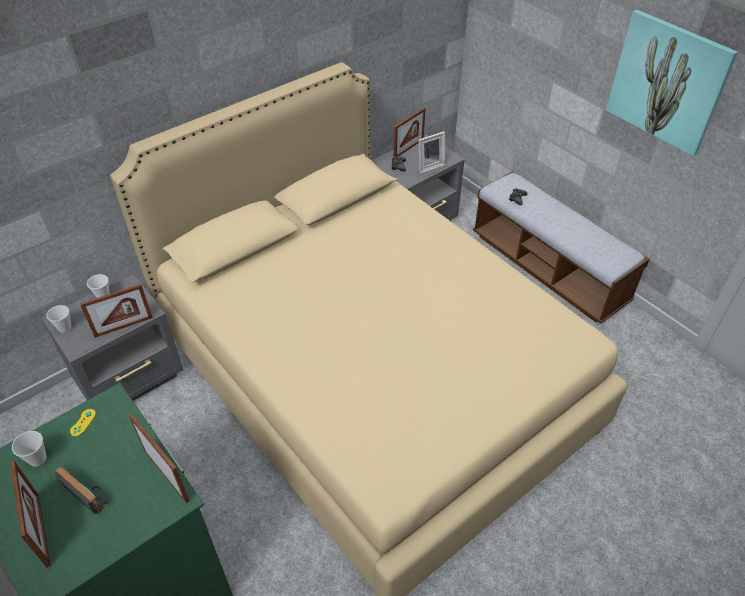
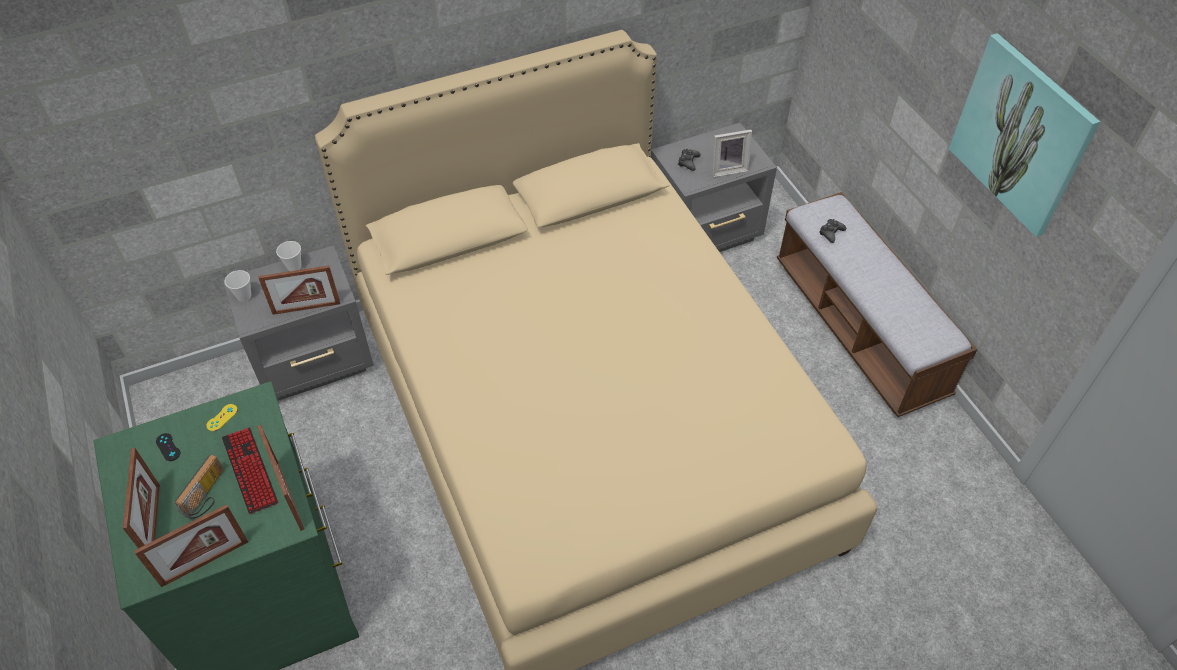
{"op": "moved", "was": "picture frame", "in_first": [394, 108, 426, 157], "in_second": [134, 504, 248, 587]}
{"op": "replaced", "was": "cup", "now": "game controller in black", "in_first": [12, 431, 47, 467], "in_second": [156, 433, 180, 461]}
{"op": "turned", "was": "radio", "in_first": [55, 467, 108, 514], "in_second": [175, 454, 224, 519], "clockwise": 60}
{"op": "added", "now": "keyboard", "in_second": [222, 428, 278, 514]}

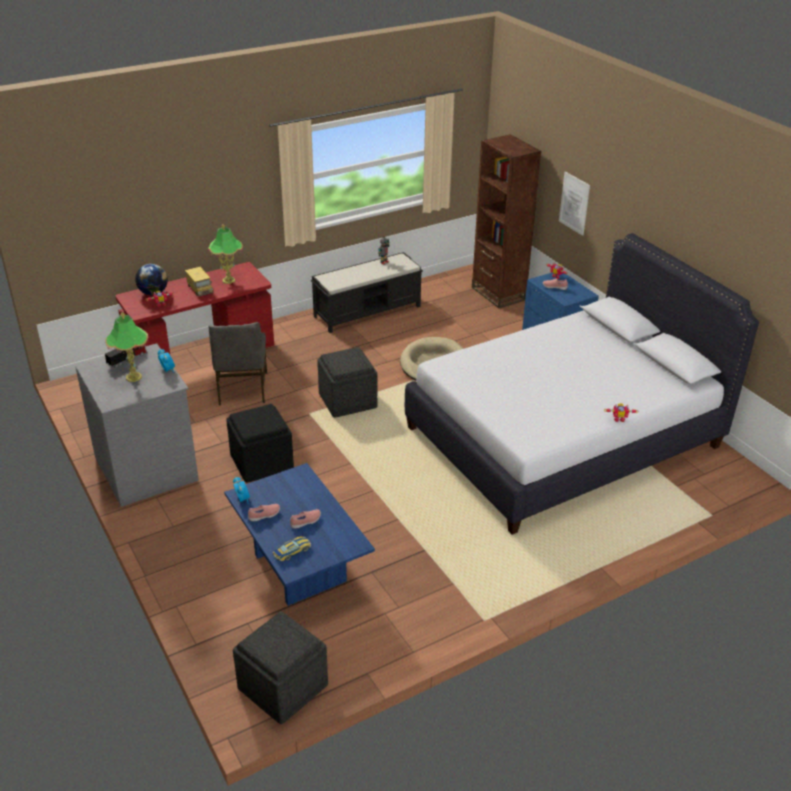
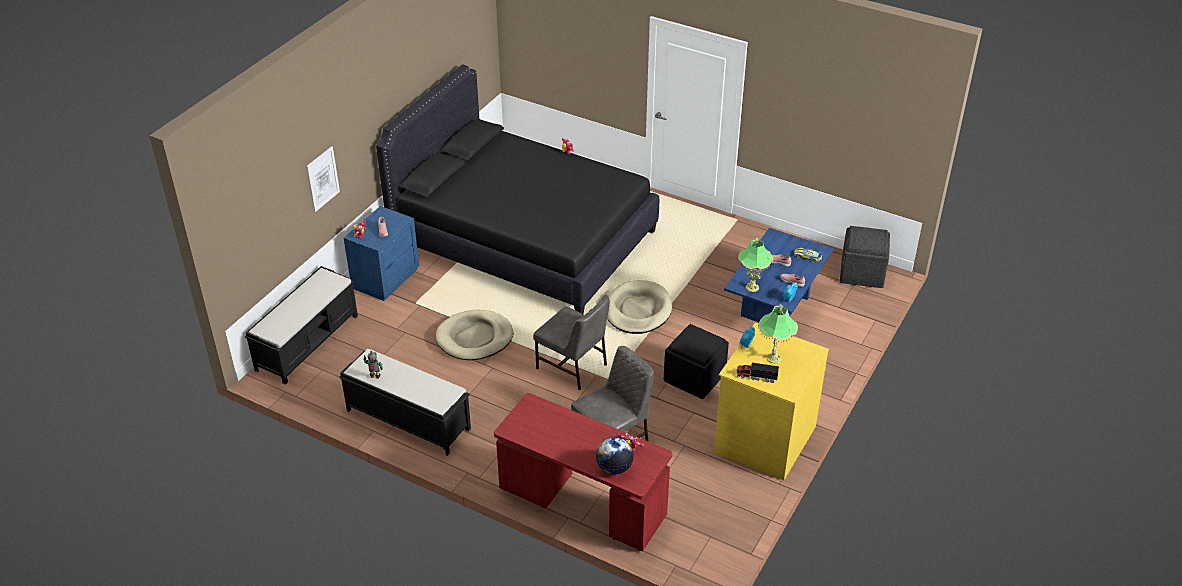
{"op": "replaced", "was": "bookcase in brown", "now": "bench in black", "in_first": [472, 134, 541, 308], "in_second": [245, 266, 358, 385]}
{"op": "recoloured", "was": "bed in white", "now": "bed in black", "in_first": [405, 233, 759, 535], "in_second": [376, 64, 659, 314]}
{"op": "replaced", "was": "ottoman in grey", "now": "chair in grey", "in_first": [317, 347, 378, 417], "in_second": [533, 295, 610, 390]}
{"op": "added", "now": "dog bed in beige", "in_second": [607, 280, 672, 334]}
{"op": "recoloured", "was": "dresser in grey", "now": "dresser in yellow", "in_first": [75, 343, 199, 507], "in_second": [714, 323, 829, 480]}
{"op": "moved", "was": "table lamp", "in_first": [208, 224, 243, 284], "in_second": [738, 238, 773, 292]}
{"op": "removed", "was": "toy truck", "in_first": [185, 267, 214, 297]}

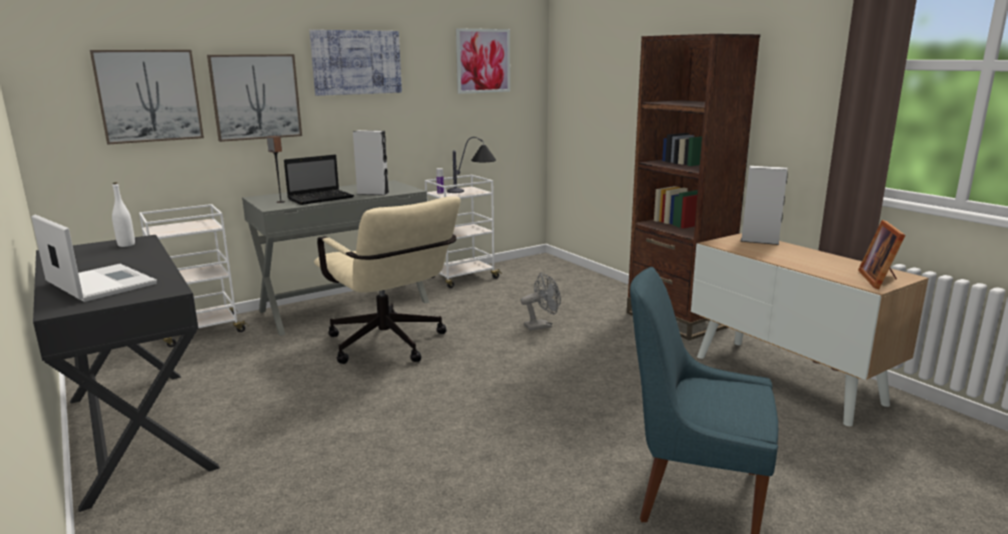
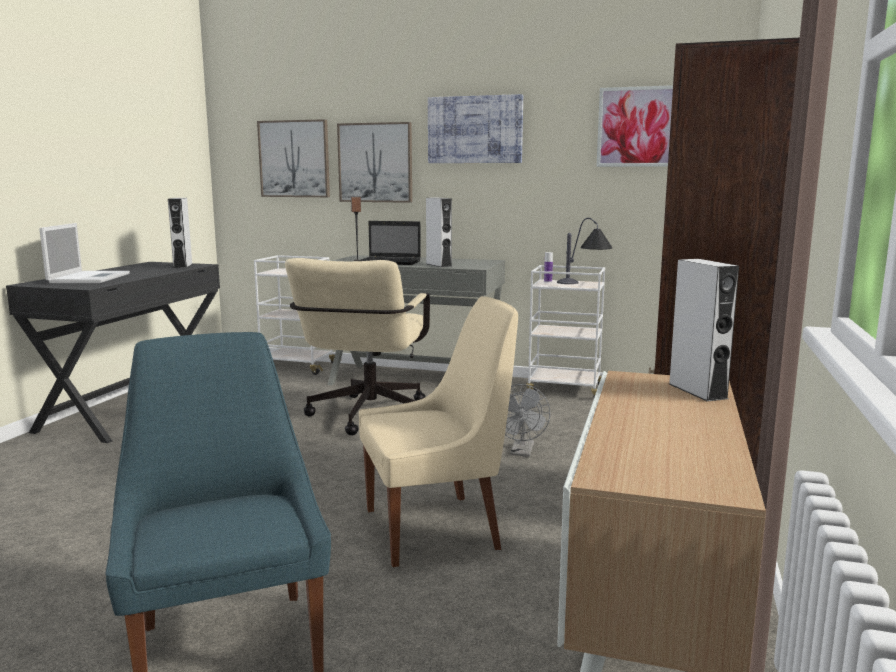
{"op": "replaced", "was": "bottle in white", "now": "speaker in grey", "in_first": [112, 182, 135, 247], "in_second": [168, 198, 192, 268]}
{"op": "added", "now": "chair in beige", "in_second": [359, 296, 518, 567]}
{"op": "turned", "was": "fan in grey", "in_first": [521, 273, 561, 331], "in_second": [505, 384, 551, 457], "clockwise": 75}
{"op": "removed", "was": "picture frame", "in_first": [858, 220, 906, 289]}

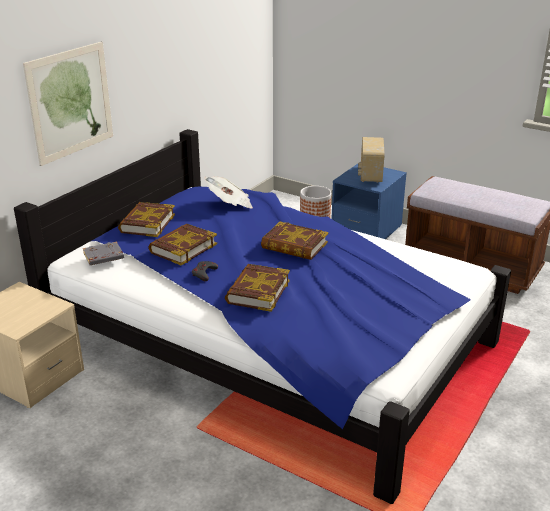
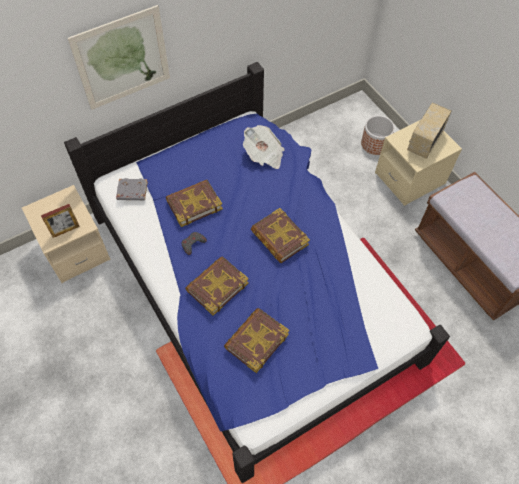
{"op": "added", "now": "picture frame", "in_second": [41, 204, 80, 238]}
{"op": "moved", "was": "book", "in_first": [118, 202, 175, 237], "in_second": [224, 308, 289, 373]}
{"op": "recoloured", "was": "nightstand in blue", "now": "nightstand in beige", "in_first": [331, 164, 407, 239], "in_second": [375, 120, 462, 206]}

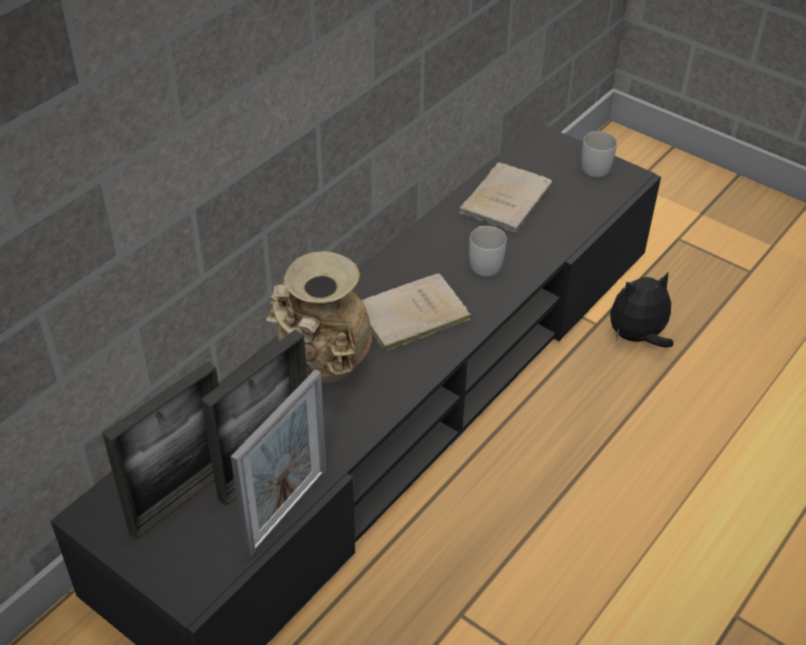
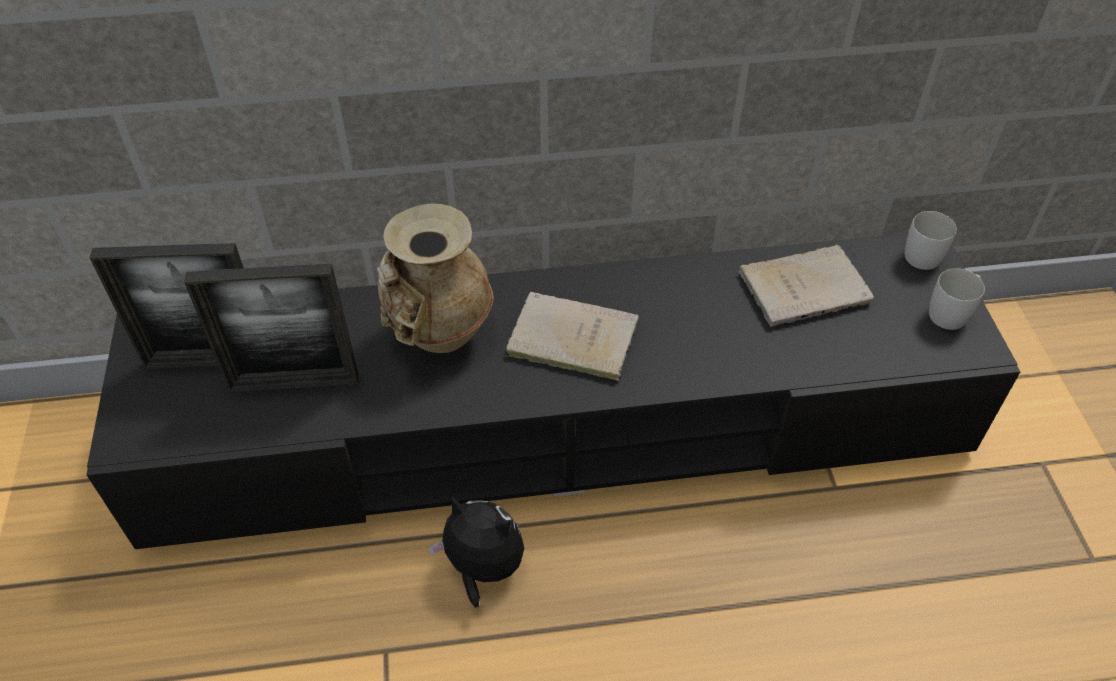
{"op": "moved", "was": "plush toy", "in_first": [610, 271, 673, 348], "in_second": [428, 496, 524, 608]}
{"op": "moved", "was": "mug in white", "in_first": [469, 226, 507, 276], "in_second": [905, 211, 957, 270]}
{"op": "removed", "was": "picture frame", "in_first": [231, 369, 326, 558]}

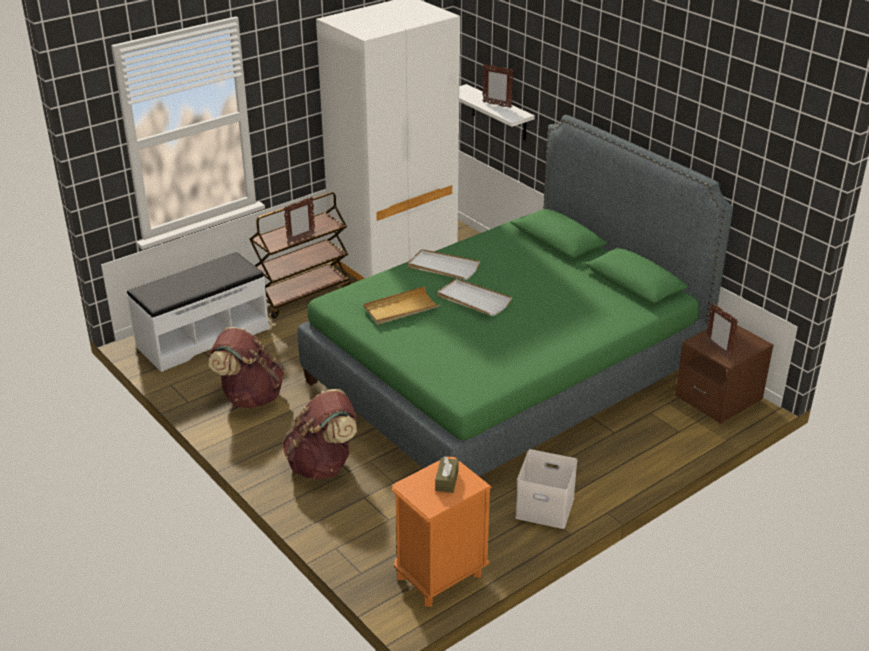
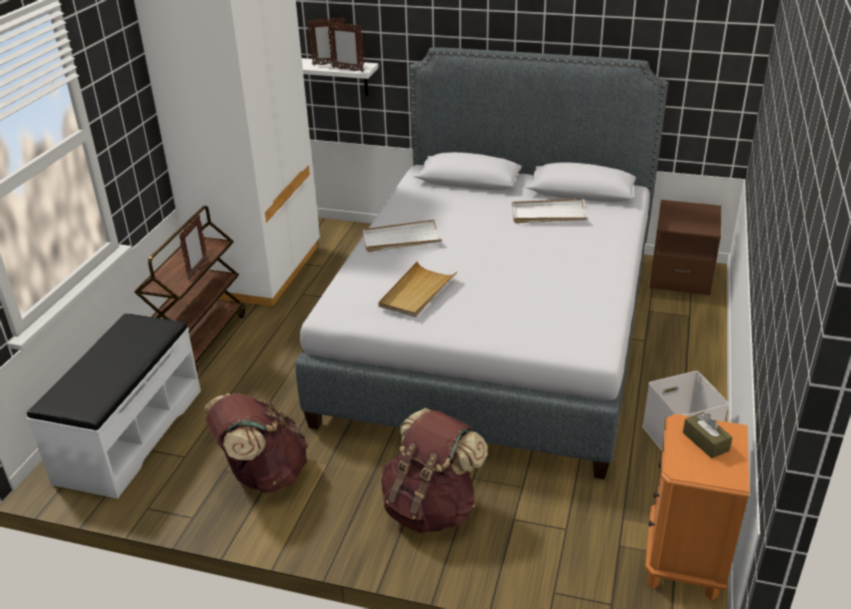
{"op": "recoloured", "was": "bed in green", "now": "bed in grey", "in_first": [298, 115, 733, 477], "in_second": [295, 47, 668, 480]}
{"op": "moved", "was": "picture frame", "in_first": [705, 303, 738, 360], "in_second": [327, 22, 364, 72]}
{"op": "moved", "was": "tray in white", "in_first": [437, 278, 512, 316], "in_second": [512, 199, 588, 223]}

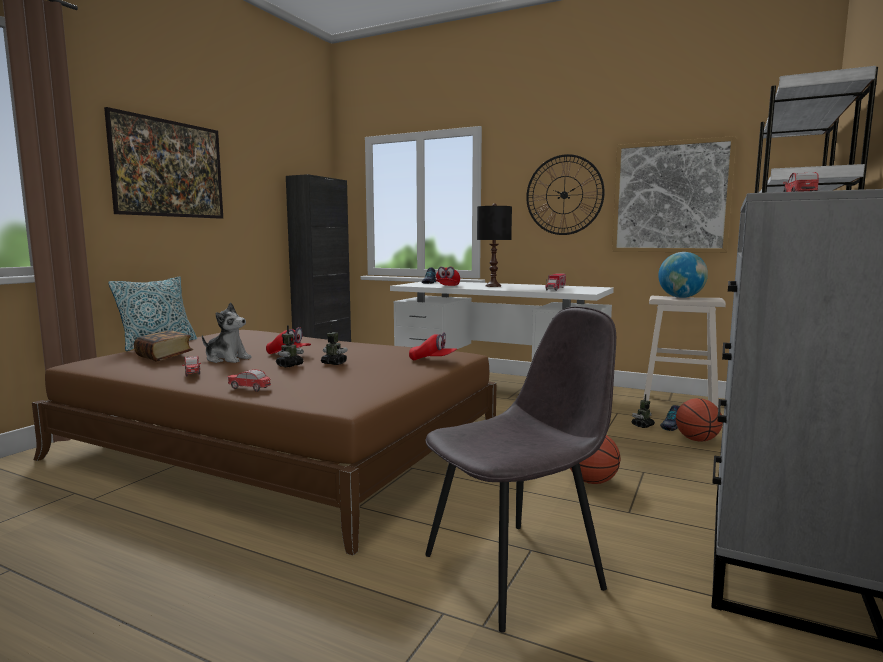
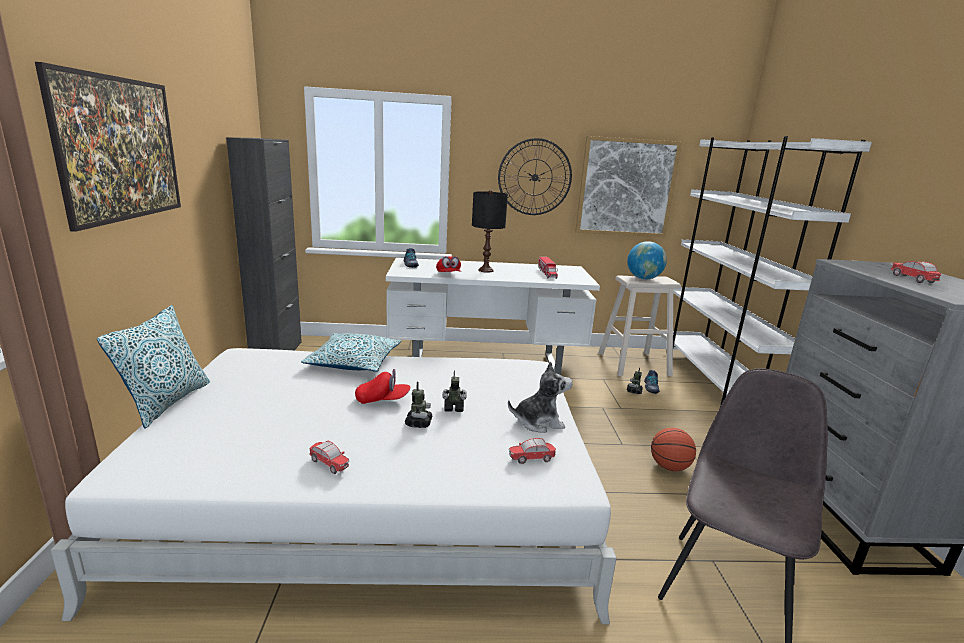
{"op": "recoloured", "was": "bed in brown", "now": "bed in white", "in_first": [32, 330, 496, 555], "in_second": [50, 348, 617, 624]}
{"op": "added", "now": "pillow", "in_second": [301, 333, 401, 372]}
{"op": "moved", "was": "plush toy", "in_first": [202, 302, 252, 363], "in_second": [508, 361, 573, 433]}
{"op": "moved", "was": "toy car", "in_first": [227, 369, 271, 392], "in_second": [509, 438, 556, 464]}
{"op": "removed", "was": "book", "in_first": [134, 330, 193, 362]}
{"op": "removed", "was": "cap in red", "in_first": [409, 332, 457, 361]}
{"op": "removed", "was": "basketball", "in_first": [676, 398, 723, 442]}

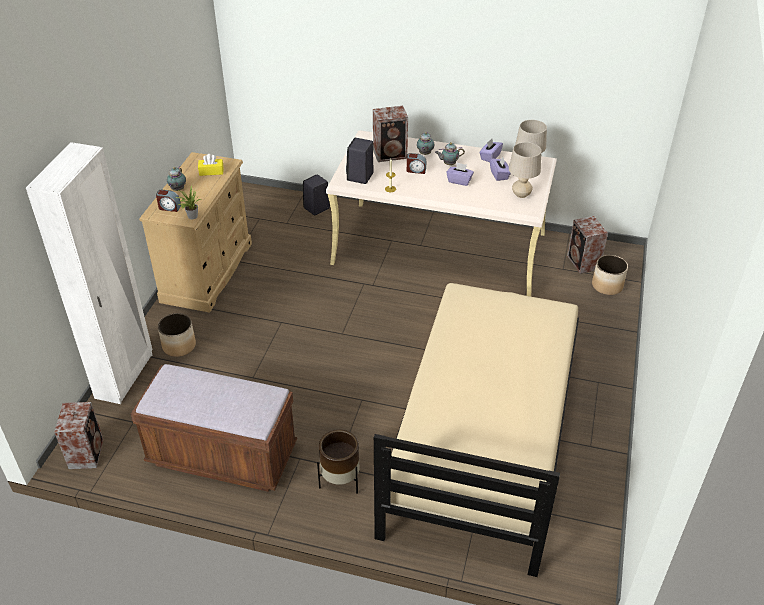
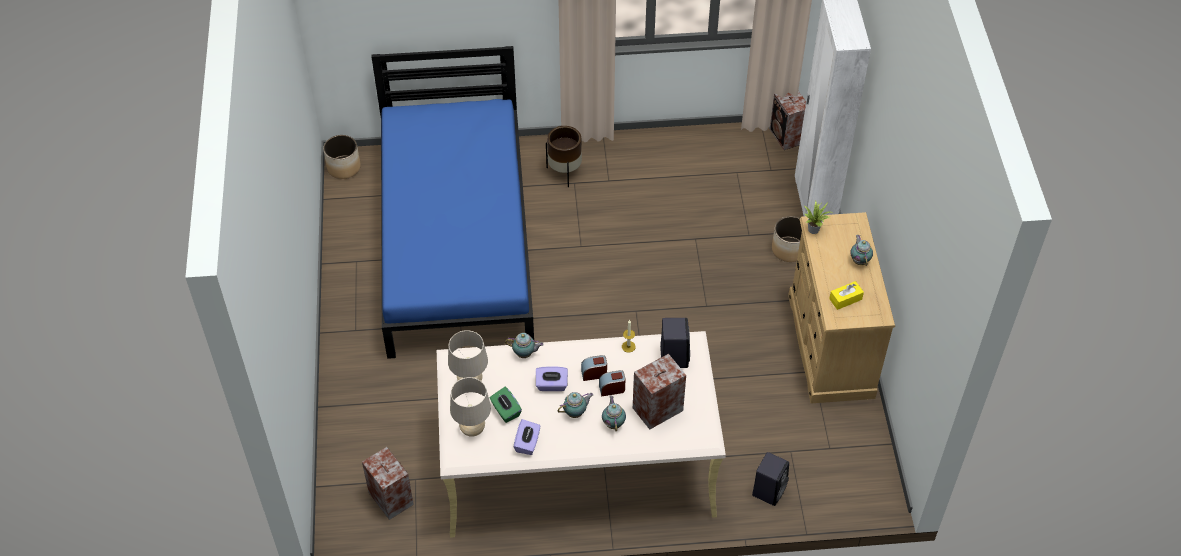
{"op": "moved", "was": "planter", "in_first": [592, 255, 628, 295], "in_second": [323, 135, 361, 179]}
{"op": "recoloured", "was": "bed in beige", "now": "bed in blue", "in_first": [374, 283, 579, 577], "in_second": [371, 46, 534, 359]}
{"op": "recoloured", "was": "tissue box in purple", "now": "tissue box in green", "in_first": [490, 156, 511, 181], "in_second": [490, 387, 522, 423]}
{"op": "added", "now": "teapot", "in_second": [505, 333, 544, 358]}
{"op": "moved", "was": "alarm clock", "in_first": [156, 190, 181, 212], "in_second": [581, 355, 607, 381]}
{"op": "removed", "was": "bench in brown", "in_first": [131, 364, 297, 492]}

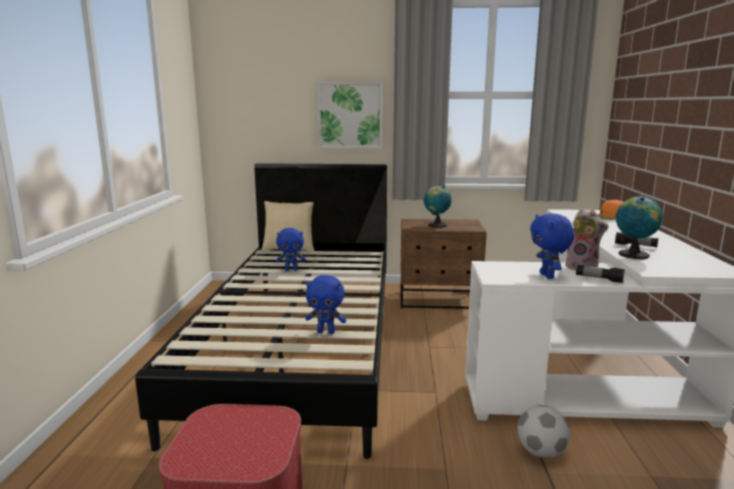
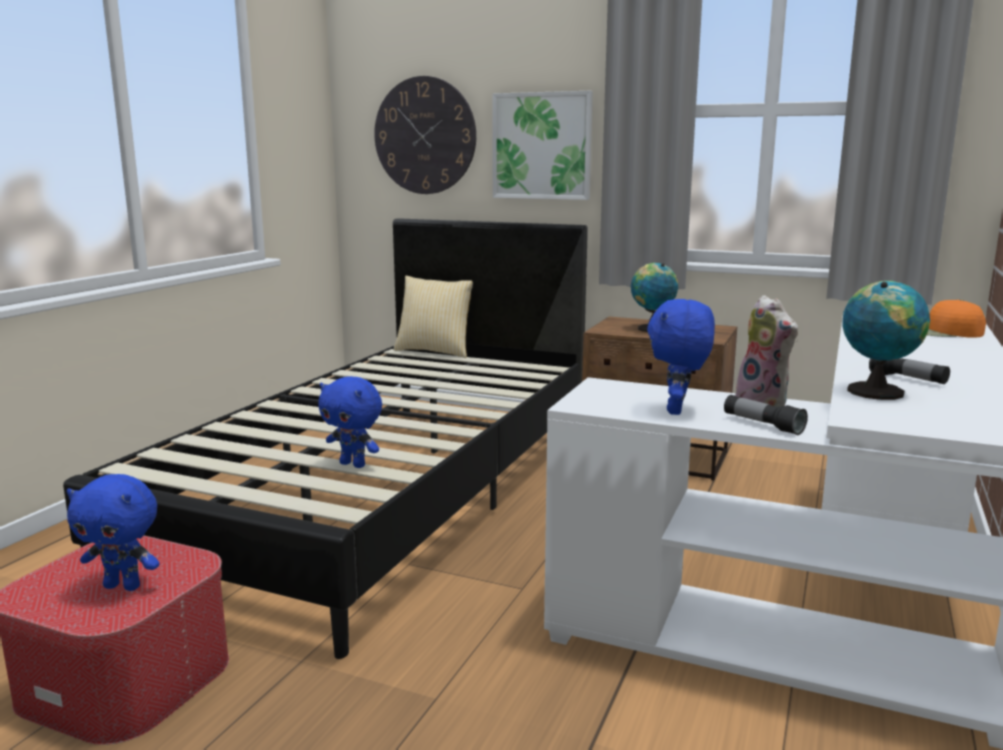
{"op": "moved", "was": "plush toy in blue", "in_first": [276, 228, 306, 271], "in_second": [67, 474, 160, 591]}
{"op": "added", "now": "wall clock", "in_second": [374, 76, 476, 194]}
{"op": "removed", "was": "football", "in_first": [517, 405, 570, 458]}

